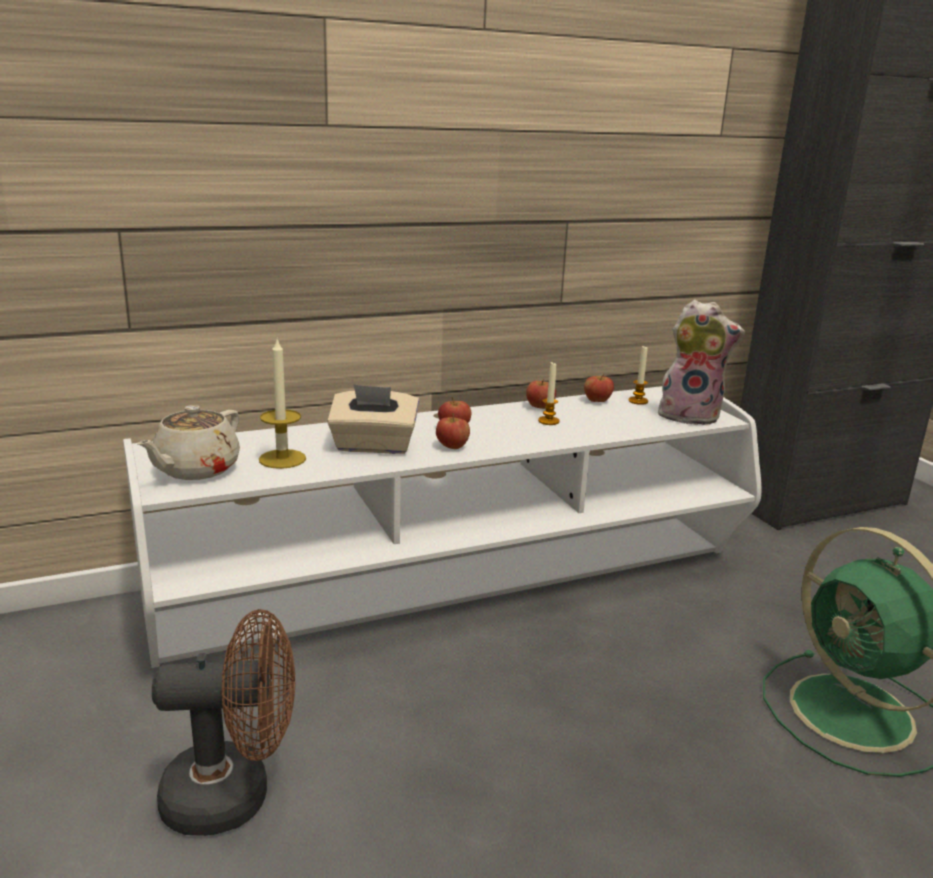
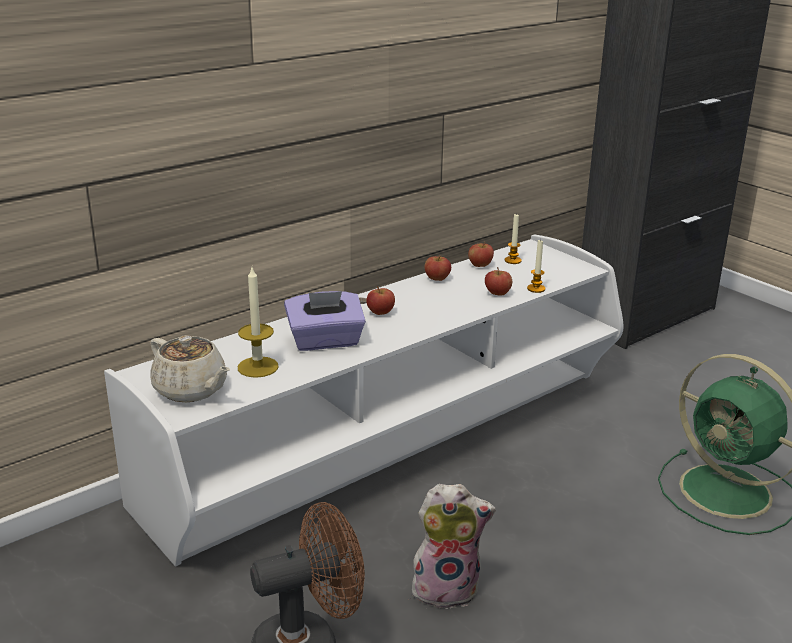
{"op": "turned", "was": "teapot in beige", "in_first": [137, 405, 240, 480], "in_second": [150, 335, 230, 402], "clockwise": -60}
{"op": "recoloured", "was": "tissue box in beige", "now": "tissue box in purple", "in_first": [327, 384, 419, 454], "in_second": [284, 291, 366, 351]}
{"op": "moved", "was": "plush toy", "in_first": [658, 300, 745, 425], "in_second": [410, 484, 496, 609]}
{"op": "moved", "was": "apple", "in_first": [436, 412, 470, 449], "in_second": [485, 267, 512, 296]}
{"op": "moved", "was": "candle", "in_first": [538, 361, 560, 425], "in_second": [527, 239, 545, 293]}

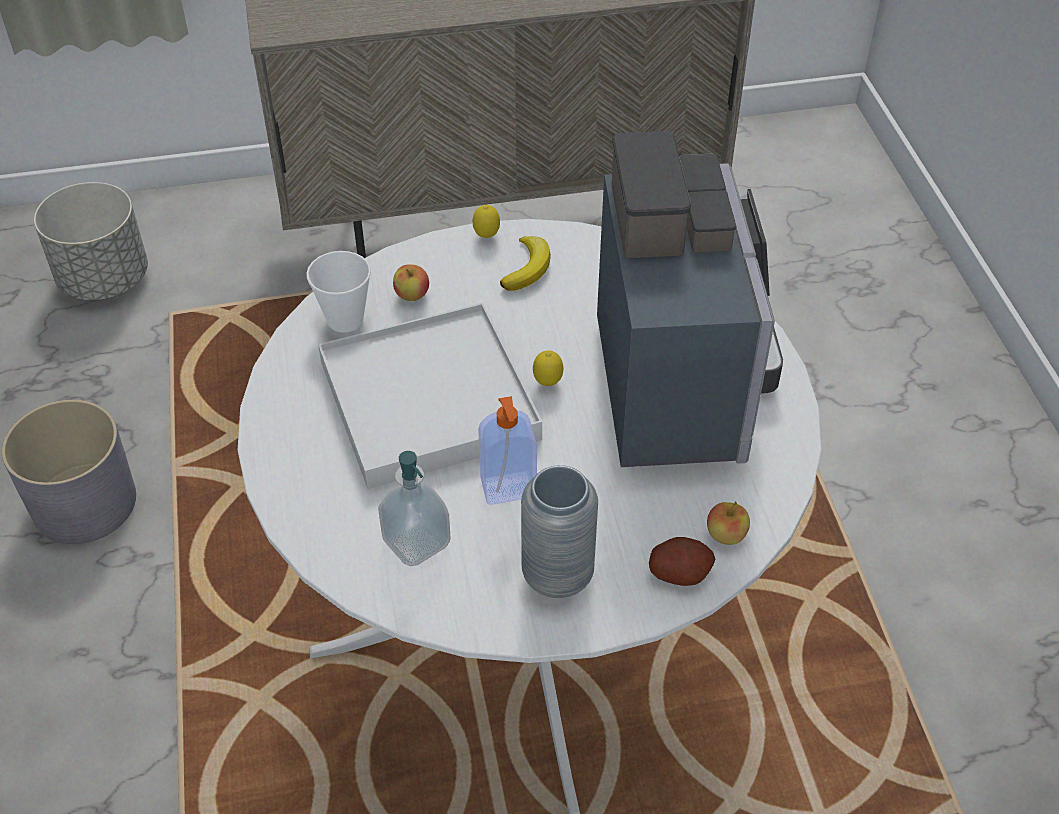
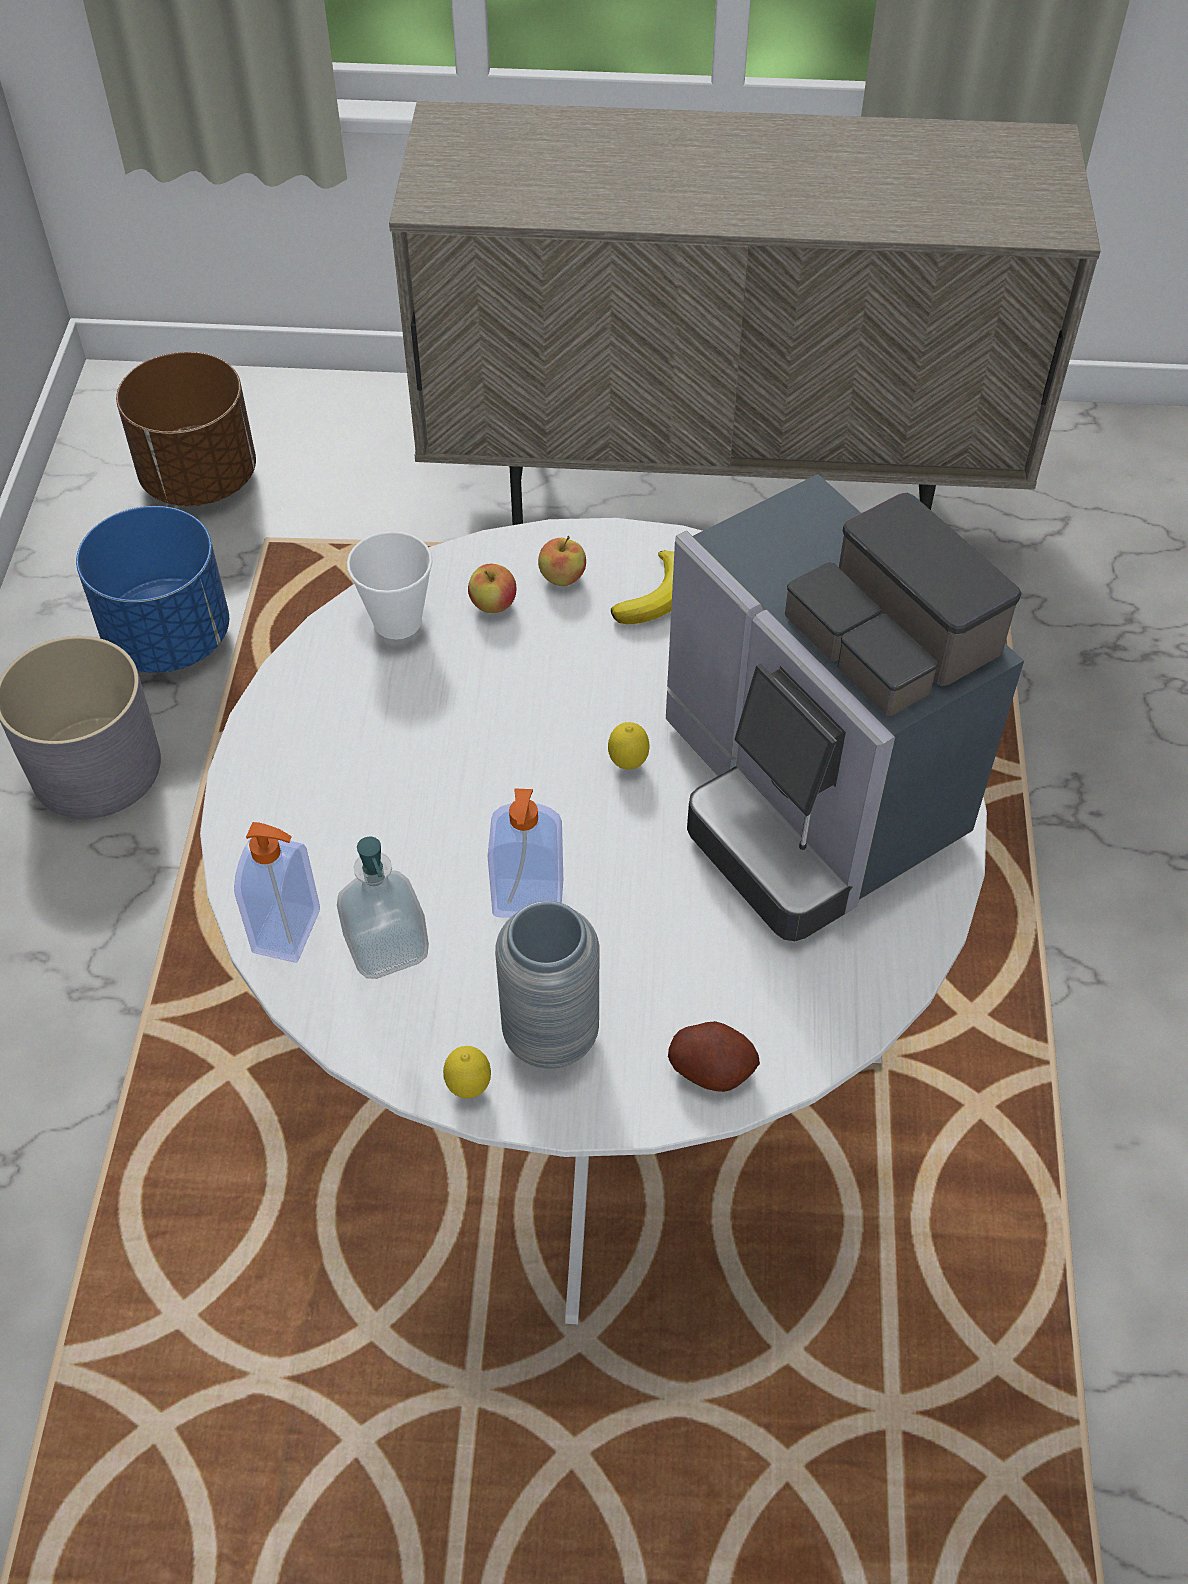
{"op": "added", "now": "planter in blue", "in_second": [76, 506, 229, 673]}
{"op": "recoloured", "was": "planter in grey", "now": "planter in brown", "in_first": [34, 182, 148, 300], "in_second": [116, 352, 256, 506]}
{"op": "added", "now": "soap dispenser", "in_second": [234, 822, 320, 963]}
{"op": "moved", "was": "lemon", "in_first": [472, 205, 500, 238], "in_second": [443, 1046, 491, 1098]}
{"op": "moved", "was": "apple", "in_first": [707, 502, 750, 545], "in_second": [538, 536, 586, 586]}
{"op": "turned", "was": "coffee machine", "in_first": [597, 131, 783, 467], "in_second": [666, 474, 1024, 941], "clockwise": 135}
{"op": "removed", "was": "tray in white", "in_first": [318, 303, 542, 489]}

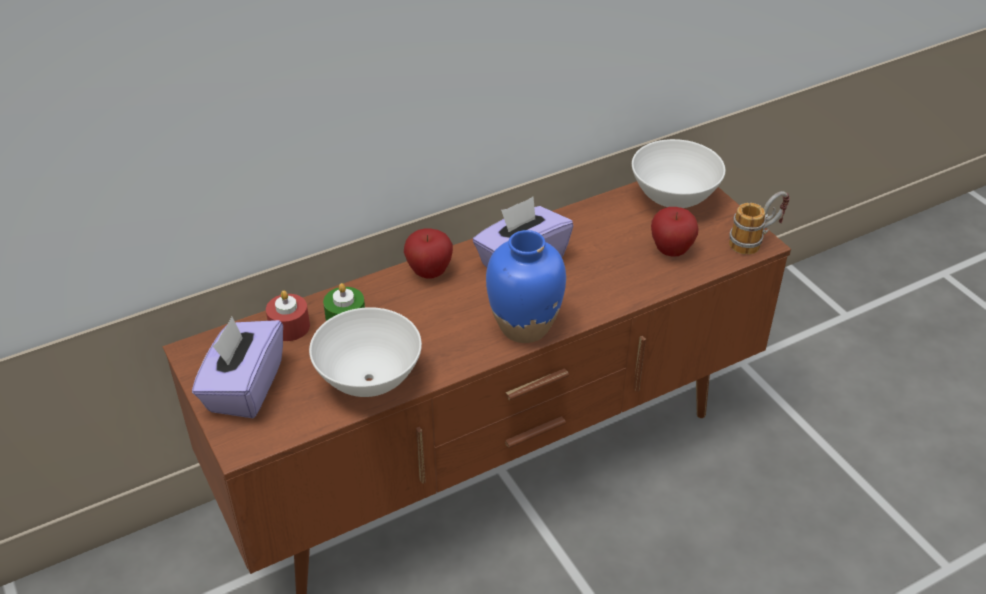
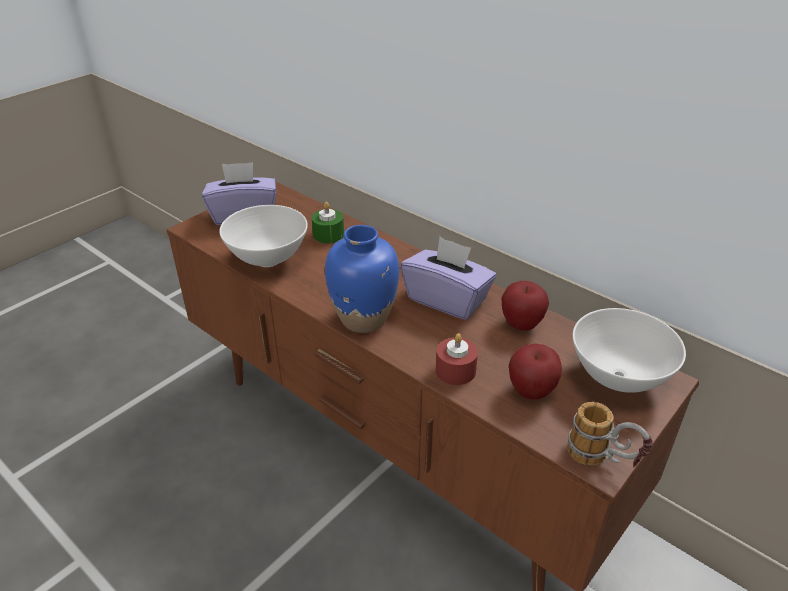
{"op": "moved", "was": "candle in red", "in_first": [266, 290, 310, 341], "in_second": [436, 333, 478, 385]}
{"op": "moved", "was": "apple", "in_first": [404, 228, 453, 278], "in_second": [501, 281, 549, 331]}

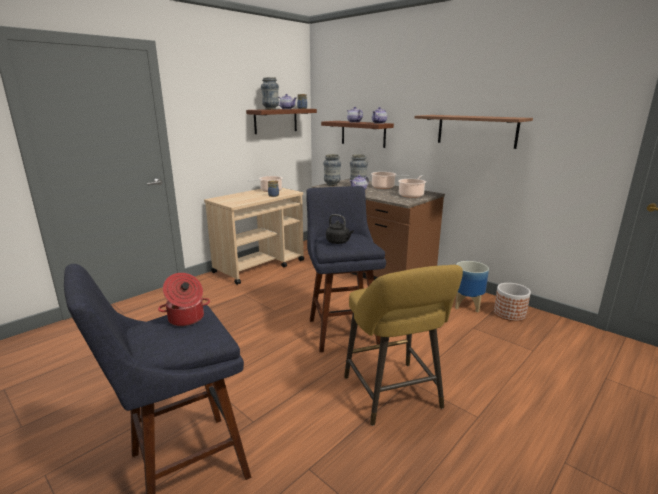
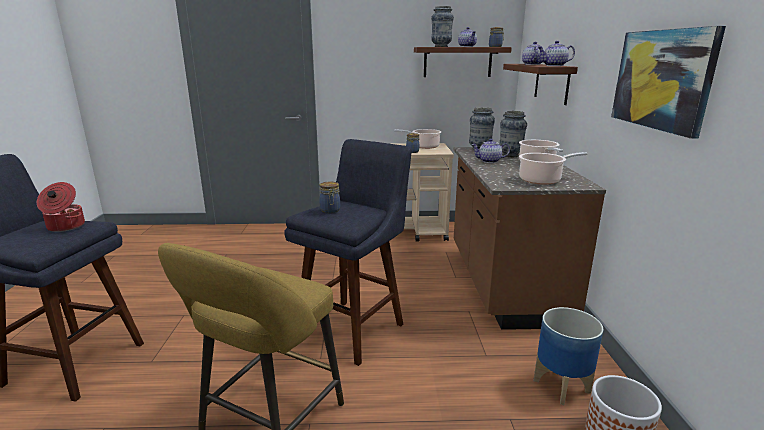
{"op": "replaced", "was": "kettle in black", "now": "jar", "in_first": [326, 214, 354, 244], "in_second": [319, 181, 340, 213]}
{"op": "replaced", "was": "shelf", "now": "picture", "in_first": [415, 115, 533, 149], "in_second": [611, 26, 726, 139]}

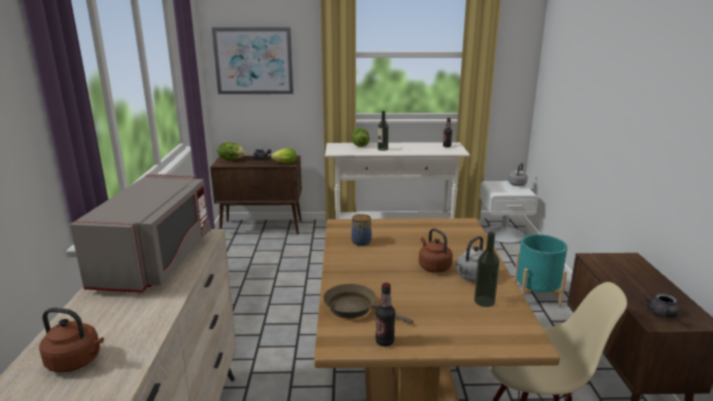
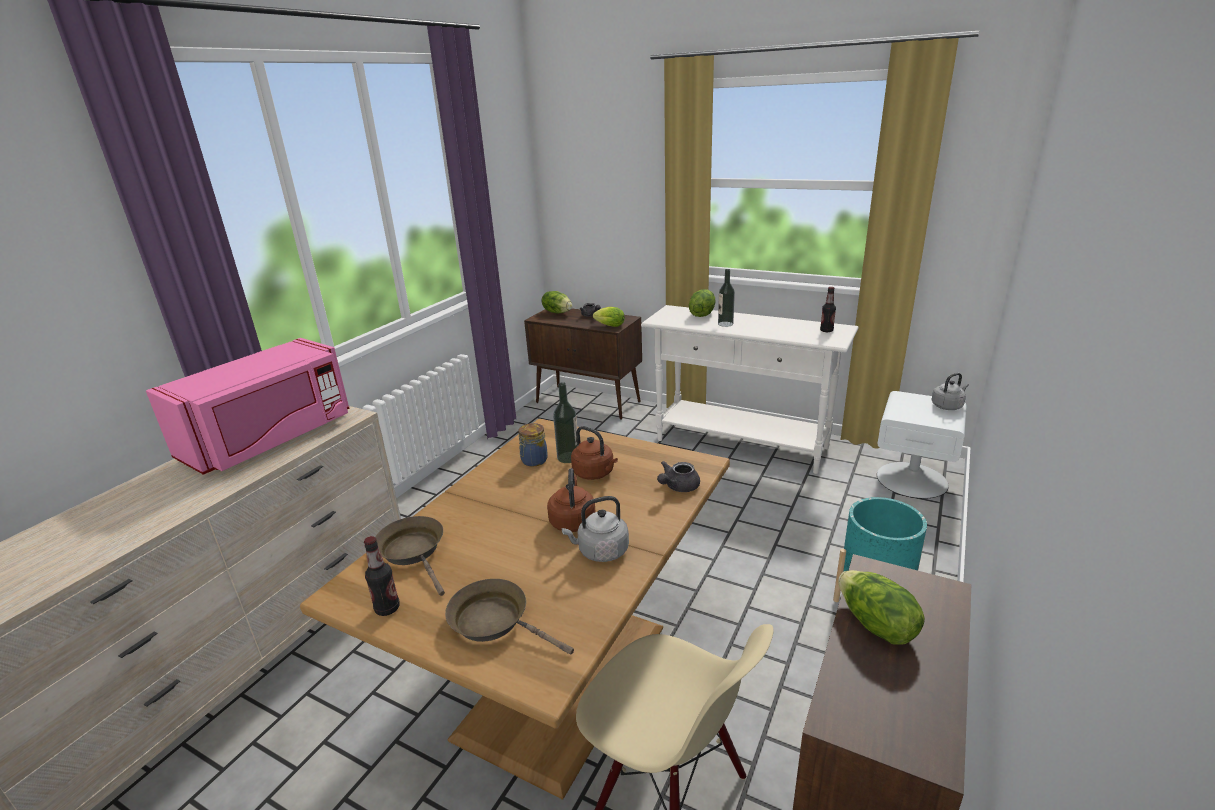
{"op": "recoloured", "was": "microwave in grey", "now": "microwave in pink", "in_first": [70, 174, 211, 293], "in_second": [146, 338, 349, 475]}
{"op": "added", "now": "frying pan in brown", "in_second": [445, 579, 574, 654]}
{"op": "moved", "was": "bottle", "in_first": [474, 232, 500, 307], "in_second": [553, 382, 577, 463]}
{"op": "moved", "was": "kettle in brown", "in_first": [39, 308, 104, 372], "in_second": [571, 426, 618, 480]}
{"op": "moved", "was": "teapot in grey", "in_first": [645, 294, 680, 318], "in_second": [657, 461, 700, 492]}
{"op": "added", "now": "lettuce", "in_second": [838, 570, 925, 645]}
{"op": "removed", "was": "picture", "in_first": [212, 27, 293, 94]}

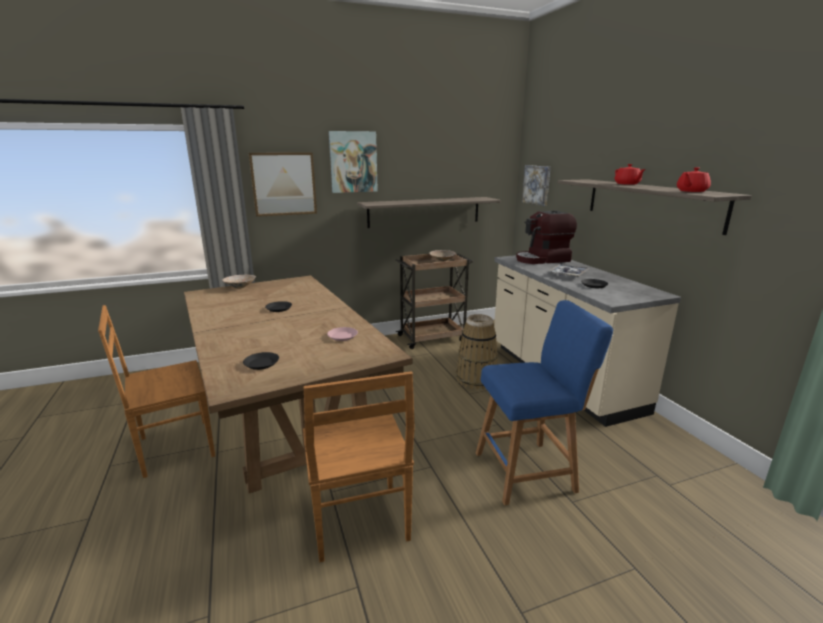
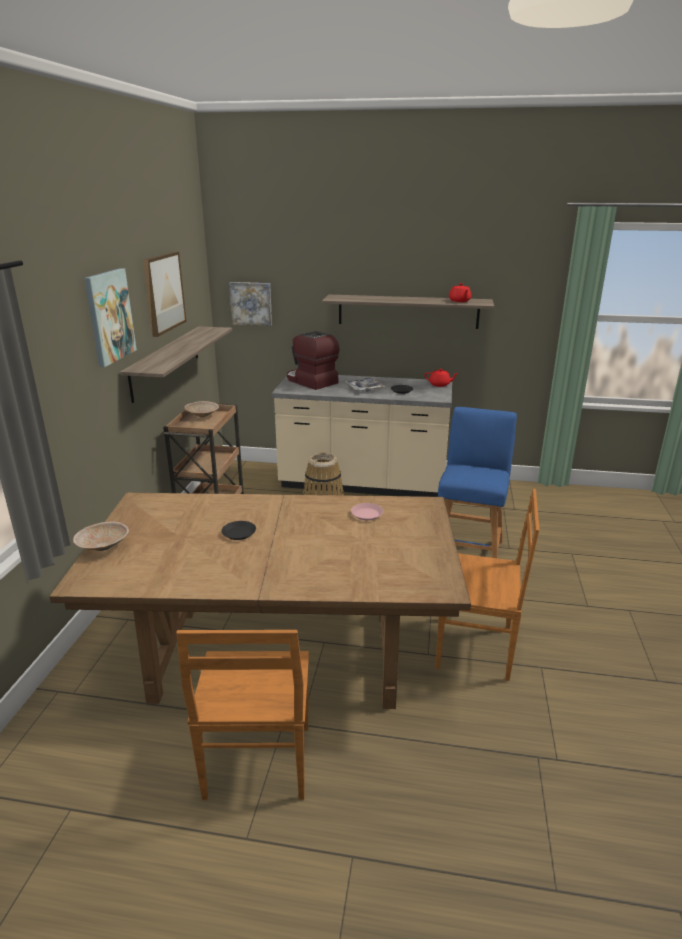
{"op": "moved", "was": "picture", "in_first": [249, 152, 317, 217], "in_second": [143, 252, 186, 337]}
{"op": "turned", "was": "coffee machine", "in_first": [516, 211, 577, 264], "in_second": [287, 331, 340, 390], "clockwise": 120}
{"op": "moved", "was": "teapot in red", "in_first": [615, 164, 646, 185], "in_second": [424, 368, 459, 387]}
{"op": "removed", "was": "plate in black", "in_first": [243, 352, 279, 370]}

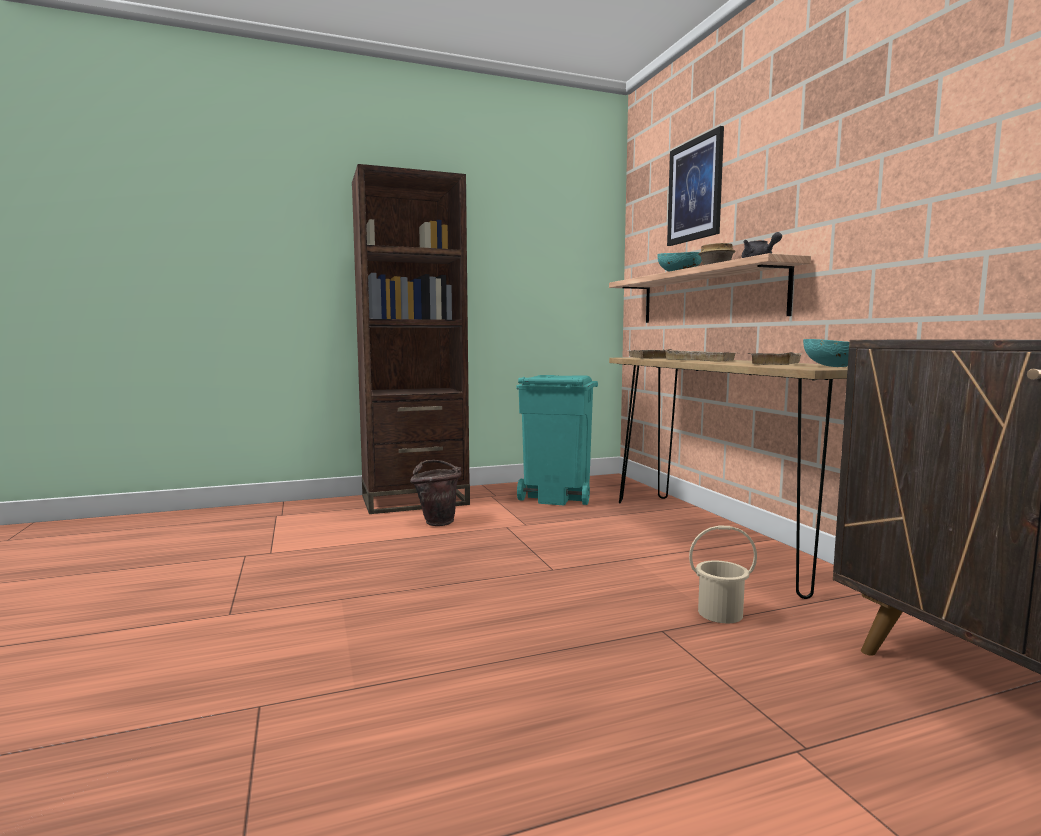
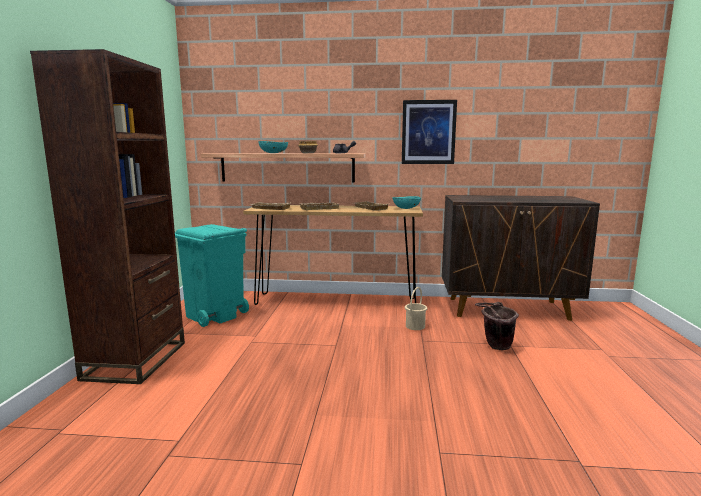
{"op": "moved", "was": "picture", "in_first": [667, 126, 724, 246], "in_second": [402, 100, 457, 164]}
{"op": "moved", "was": "bucket in brown", "in_first": [410, 460, 462, 526], "in_second": [475, 302, 519, 350]}

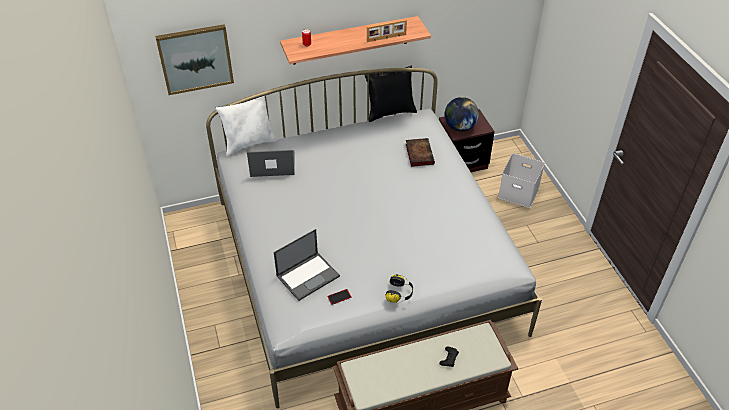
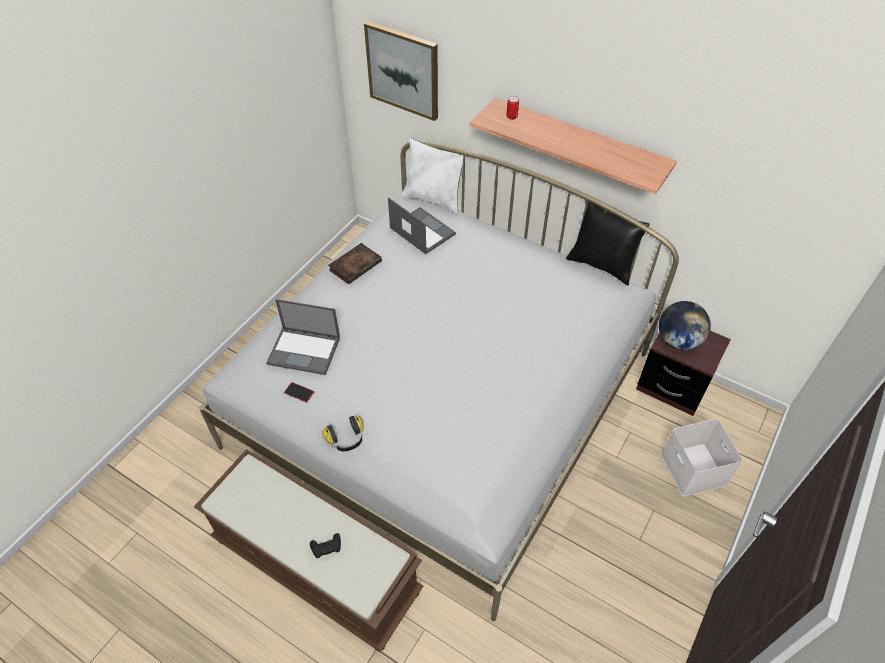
{"op": "moved", "was": "book", "in_first": [406, 138, 435, 167], "in_second": [328, 243, 382, 284]}
{"op": "removed", "was": "picture frame", "in_first": [367, 19, 407, 42]}

